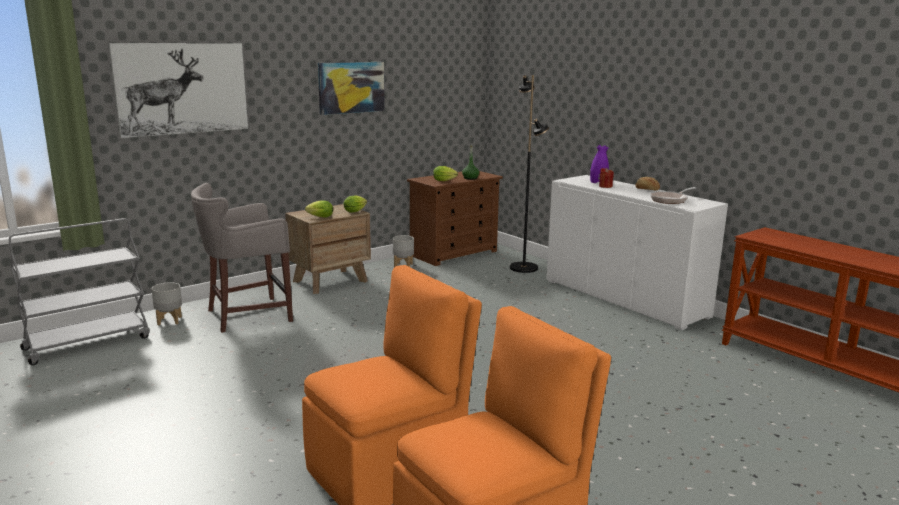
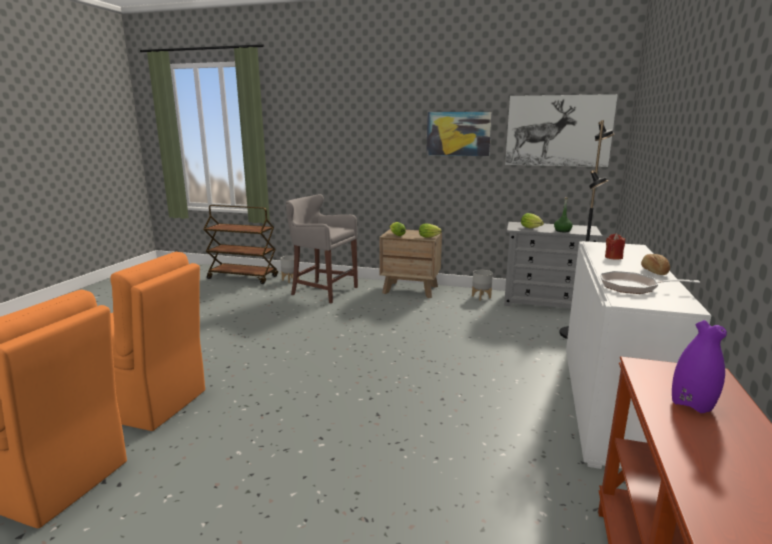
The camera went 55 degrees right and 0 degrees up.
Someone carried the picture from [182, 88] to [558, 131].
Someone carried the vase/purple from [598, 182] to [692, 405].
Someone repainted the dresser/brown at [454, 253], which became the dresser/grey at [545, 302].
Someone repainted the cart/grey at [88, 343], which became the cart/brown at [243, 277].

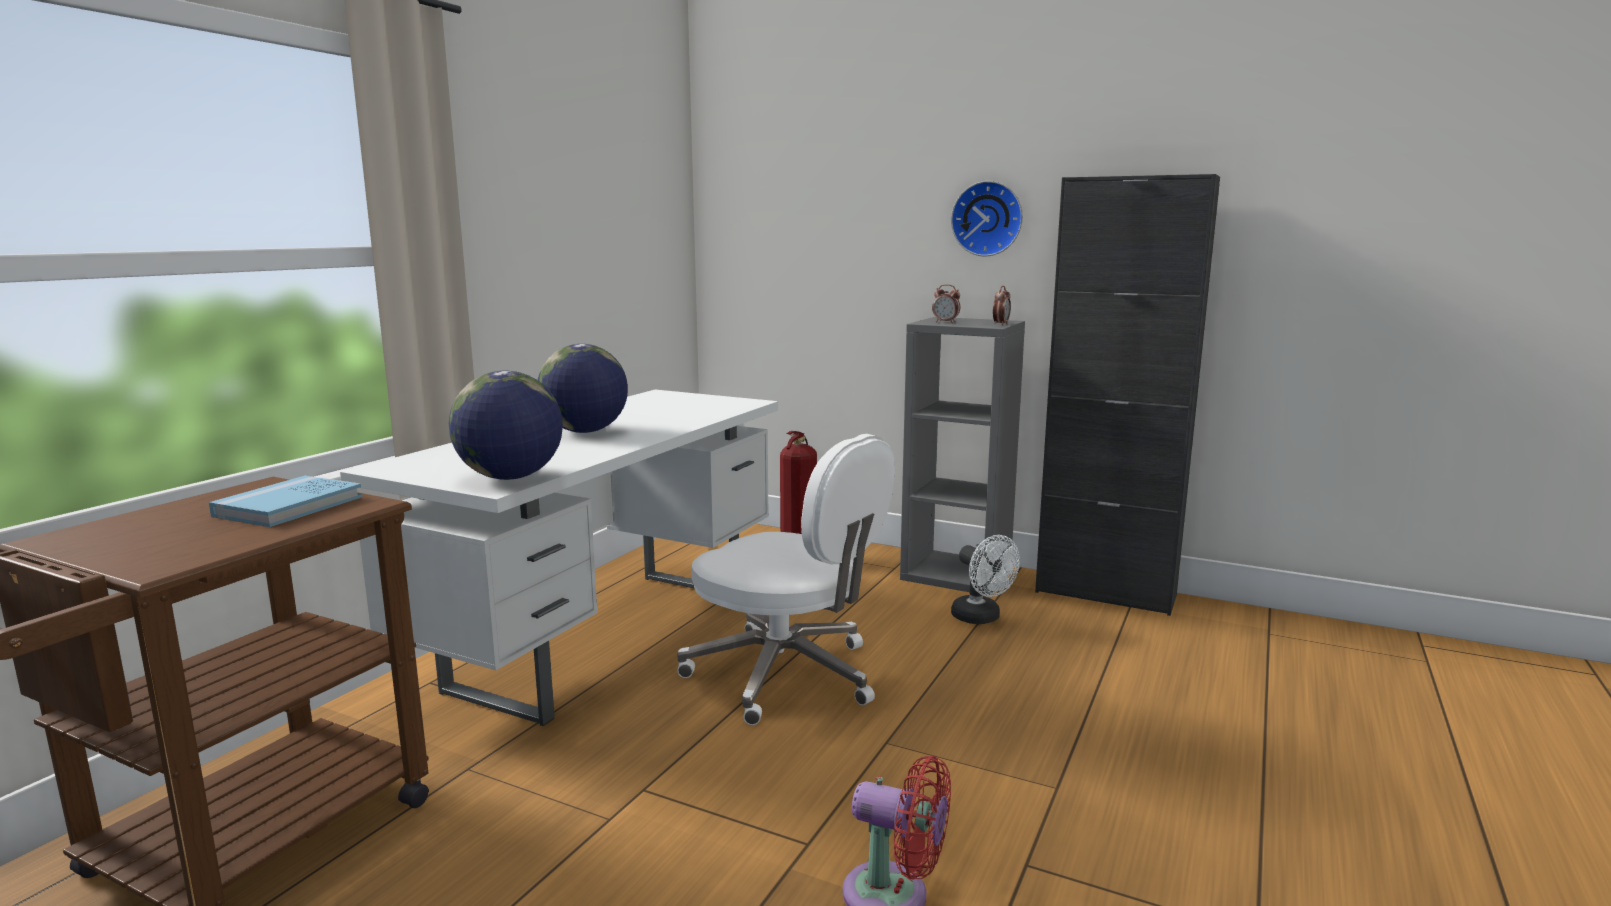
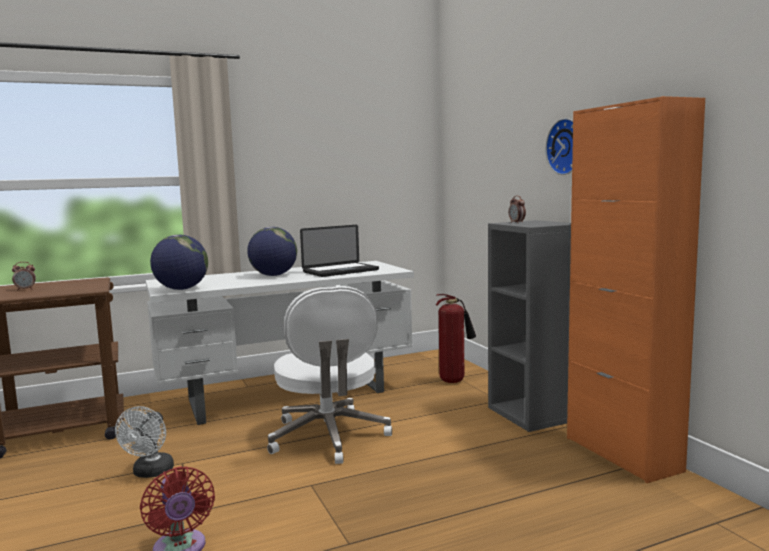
The camera went 40 degrees right and 5 degrees down.
Someone repainted the cabinet/black at [1105, 593], which became the cabinet/orange at [622, 454].
Someone carried the alarm clock from [1000, 324] to [25, 289].
Someone took away the book/blue at [289, 506].
Someone carried the fan/white from [981, 618] to [150, 473].
Someone put down the laptop at [340, 271].

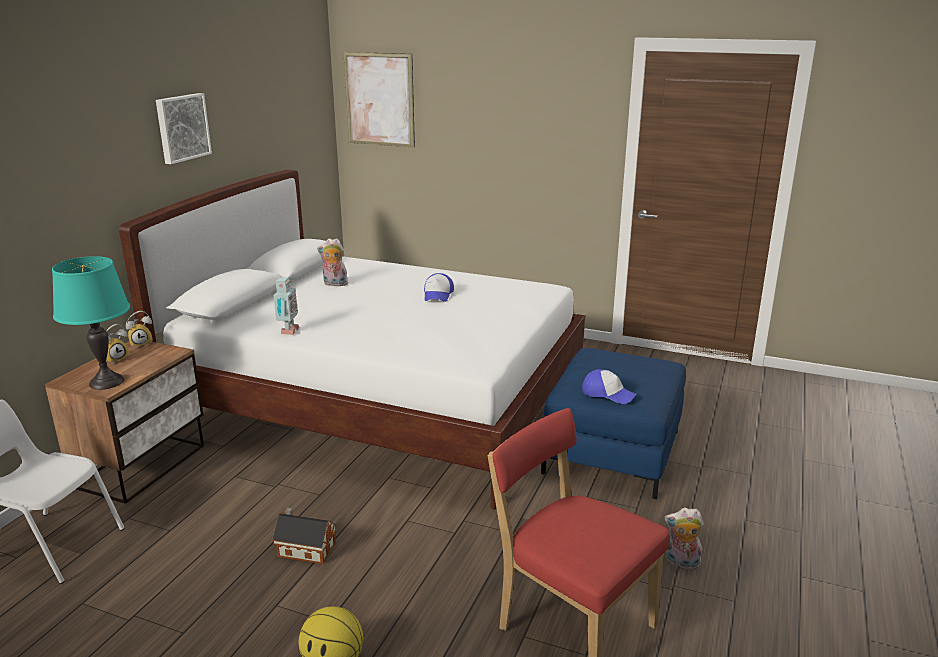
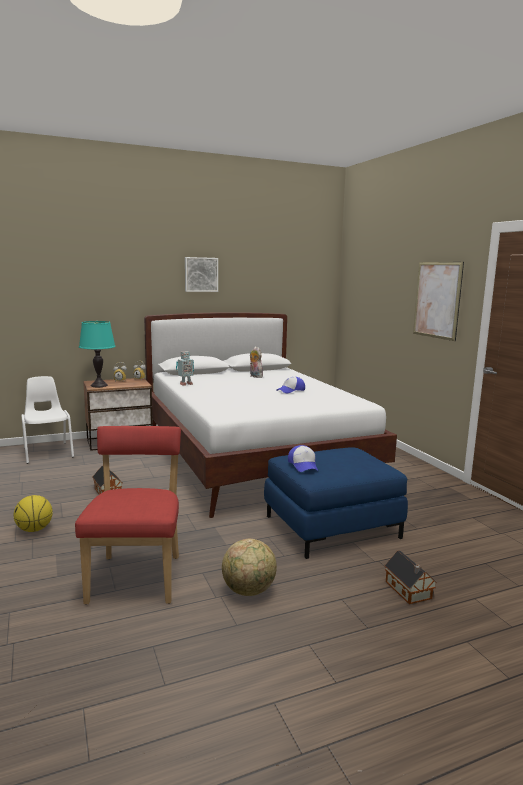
The camera went 45 degrees right and 10 degrees down.
Someone carried the picture from [379, 99] to [437, 300].
Someone swapped the plush toy at [681, 563] for the globe at [249, 591].
Someone put down the toy house at [409, 591].

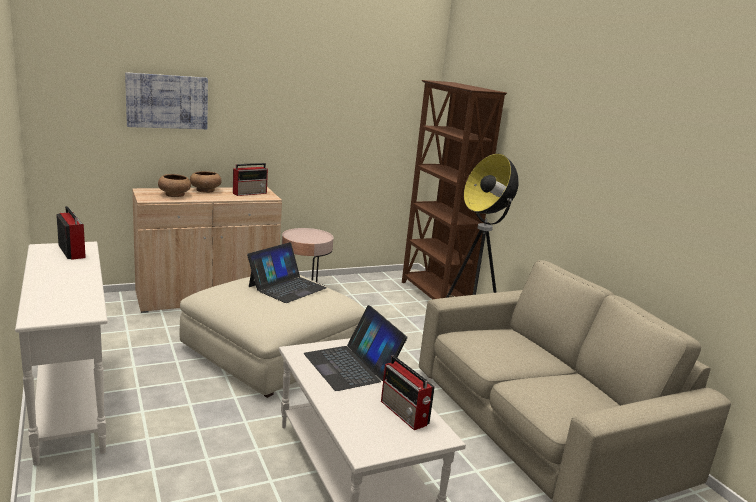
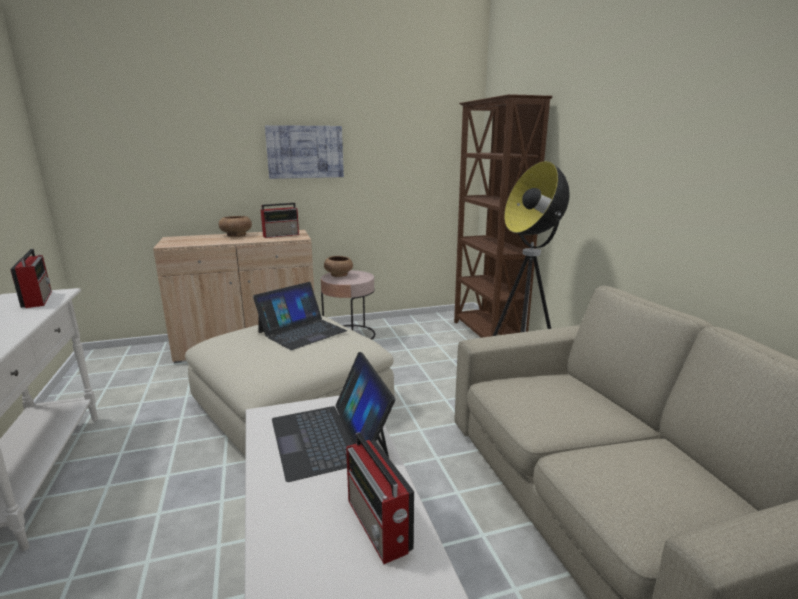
The camera went 10 degrees right and 0 degrees up.
Someone carried the picture from [167, 101] to [305, 152].
Someone carried the bowl/brown from [175, 194] to [339, 274].

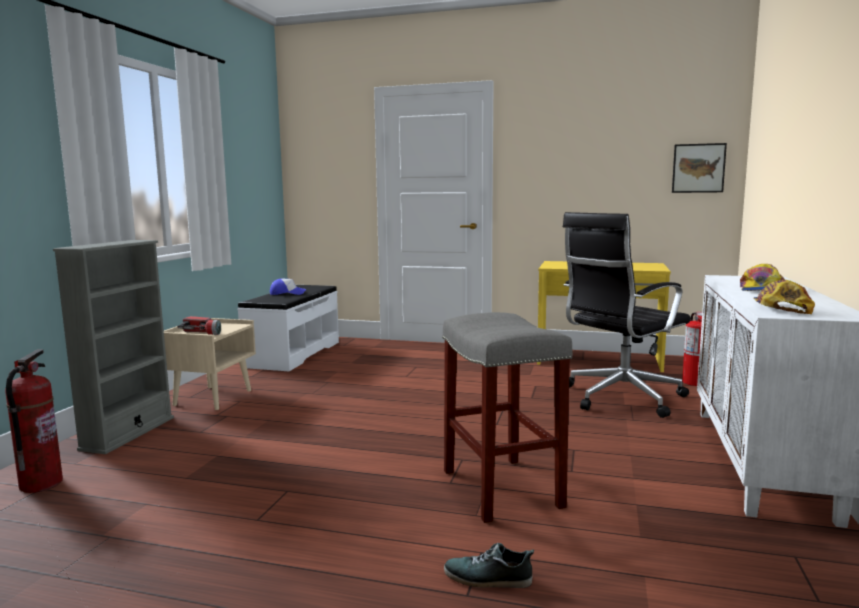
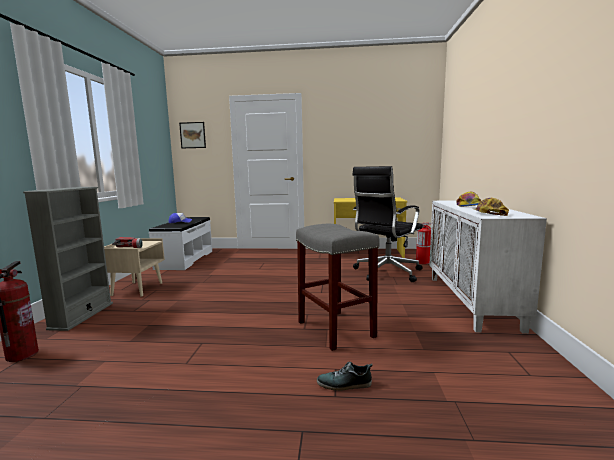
The camera went 10 degrees left and 0 degrees up.
Someone carried the picture from [698, 168] to [192, 135].

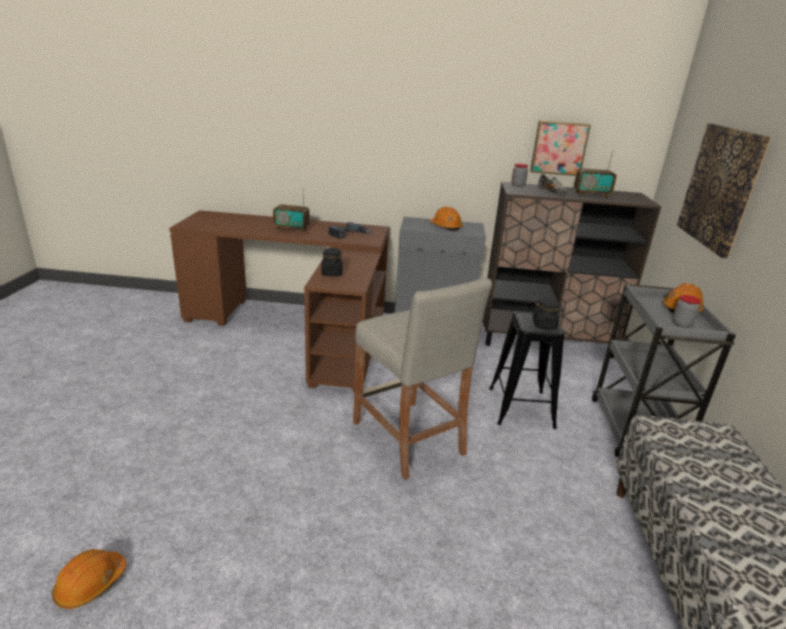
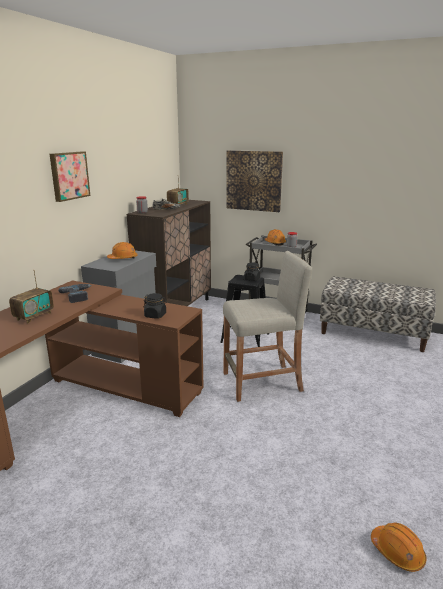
The camera went 70 degrees left and 5 degrees down.
Someone carried the picture from [559, 148] to [68, 175].

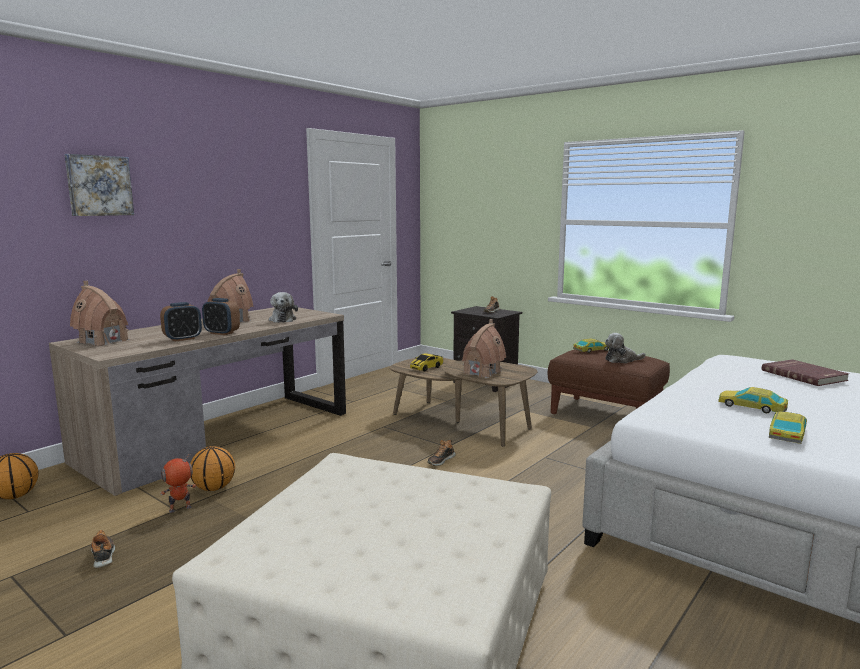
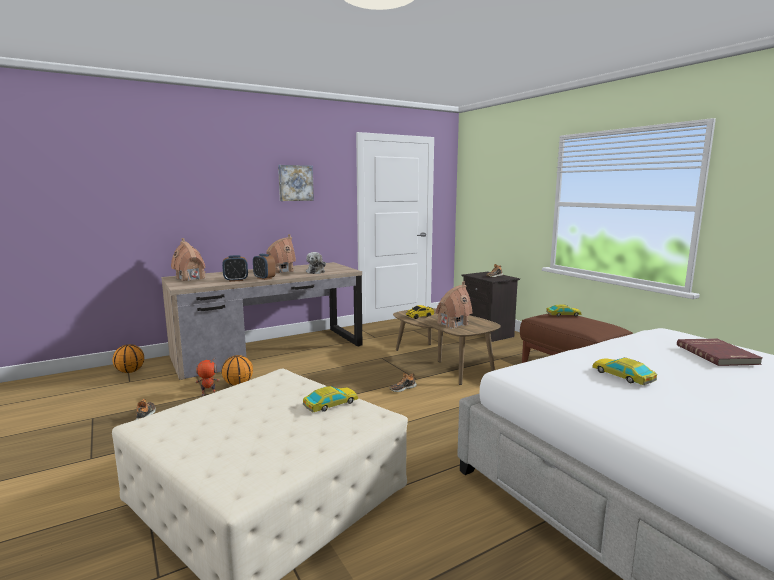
The camera went 20 degrees right and 0 degrees up.
Someone carried the picture from [99, 185] to [295, 183].
Someone took away the plush toy at [621, 360].
Someone carried the toy car from [787, 433] to [330, 404].

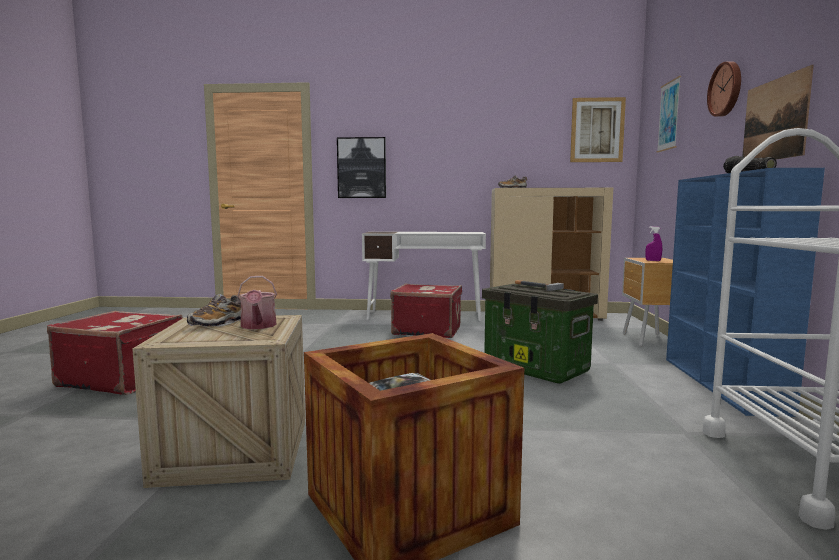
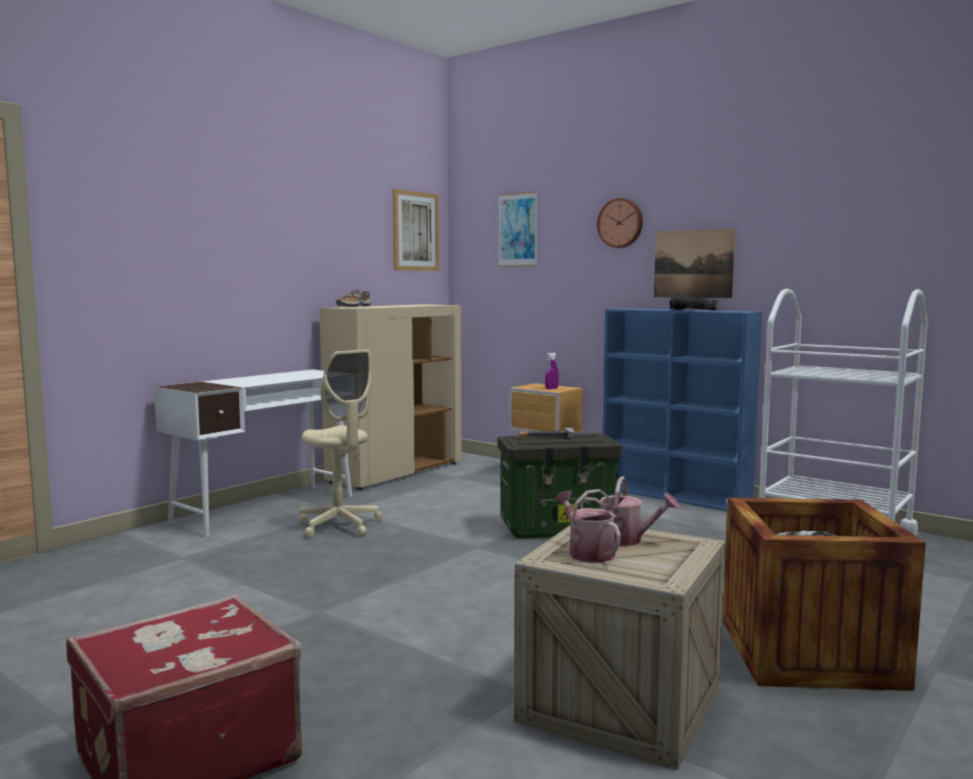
The camera went 55 degrees left and 0 degrees up.
Someone took away the picture at [362, 168].
Someone swapped the suitcase/red at [427, 330] for the office chair/beige at [339, 526].
Someone swapped the shoe at [218, 324] for the watering can at [587, 552].

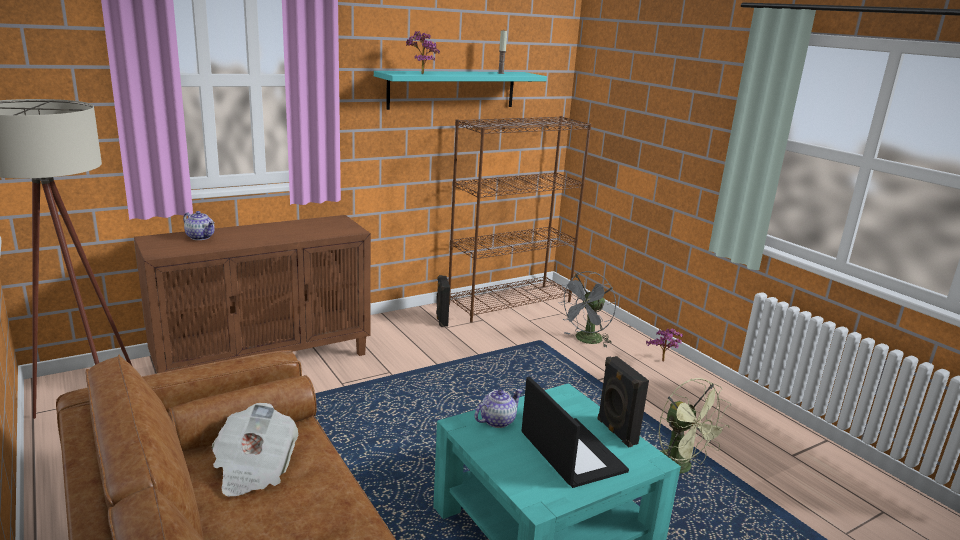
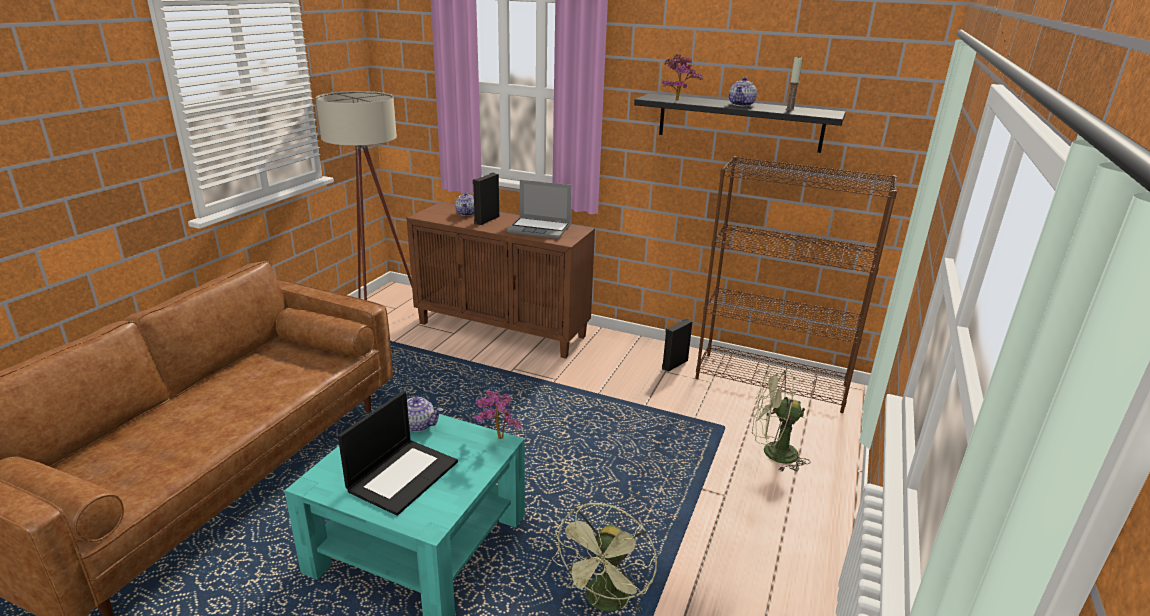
The camera went 55 degrees right and 5 degrees up.
Someone repainted the shelf/turquoise at [452, 89], which became the shelf/black at [739, 122].
Someone repainted the fan/grey at [586, 340], which became the fan/green at [772, 453].
Someone carried the potted plant from [663, 362] to [496, 439].
Someone carried the speaker/black from [615, 432] to [486, 220].
Someone took away the newspaper at [254, 469].
Someone put down the teapot at [741, 105].
Someone put down the laptop at [540, 229].

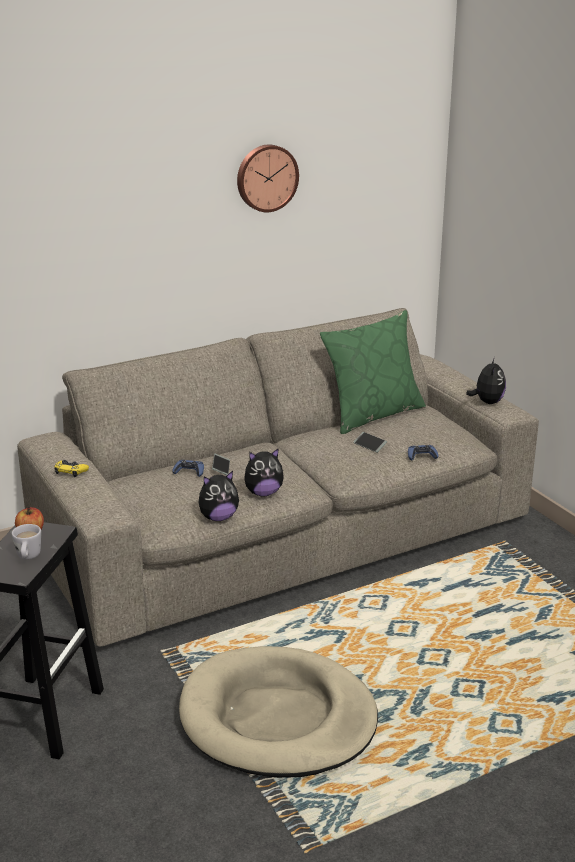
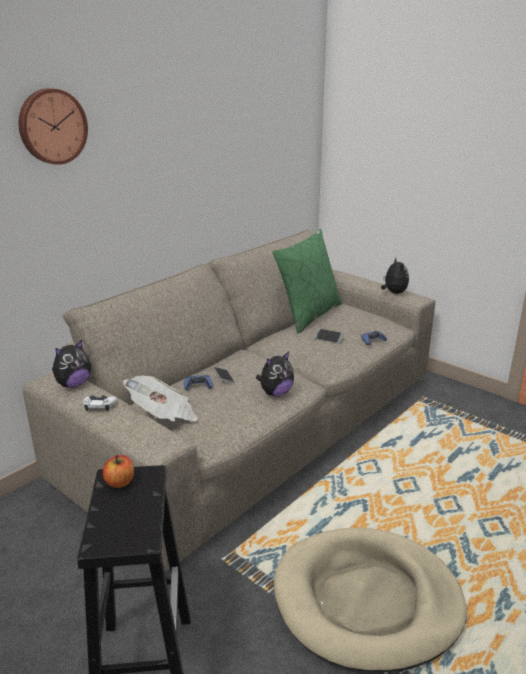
The camera went 20 degrees left and 0 degrees up.
Someone carried the wall clock from [266, 177] to [52, 126].
Someone repainted the game controller/yellow at [71, 471], which became the game controller/white at [99, 405].
Someone carried the plush toy from [218, 517] to [73, 384].
Someone took away the mug/white at [28, 558].
Someone put down the newspaper at [163, 415].

